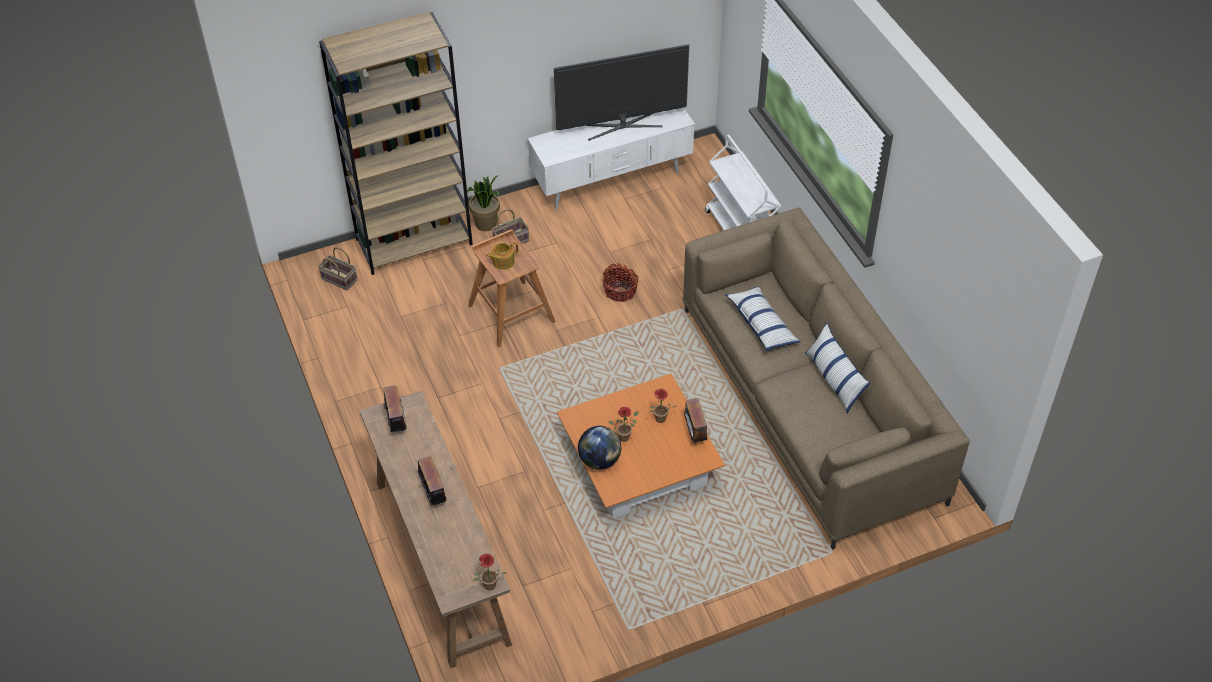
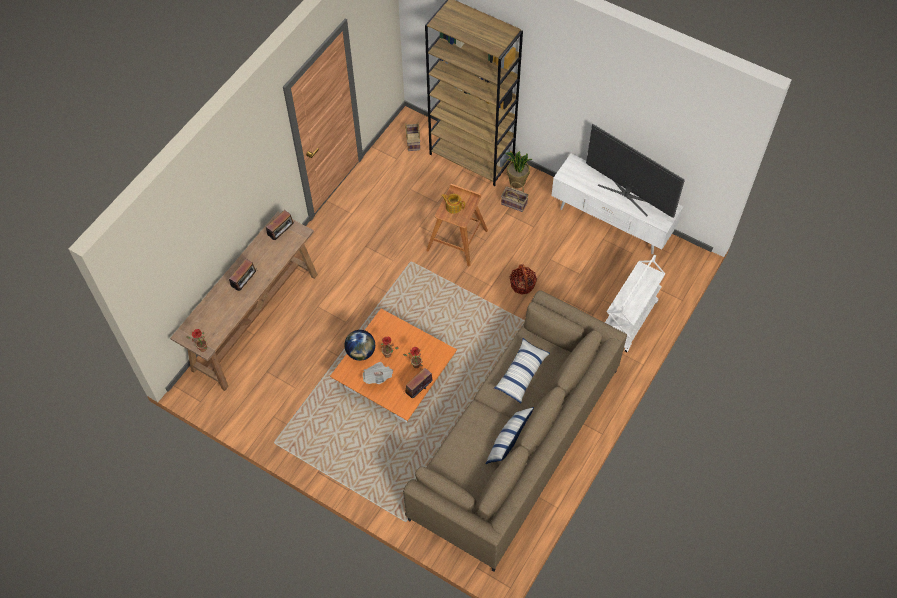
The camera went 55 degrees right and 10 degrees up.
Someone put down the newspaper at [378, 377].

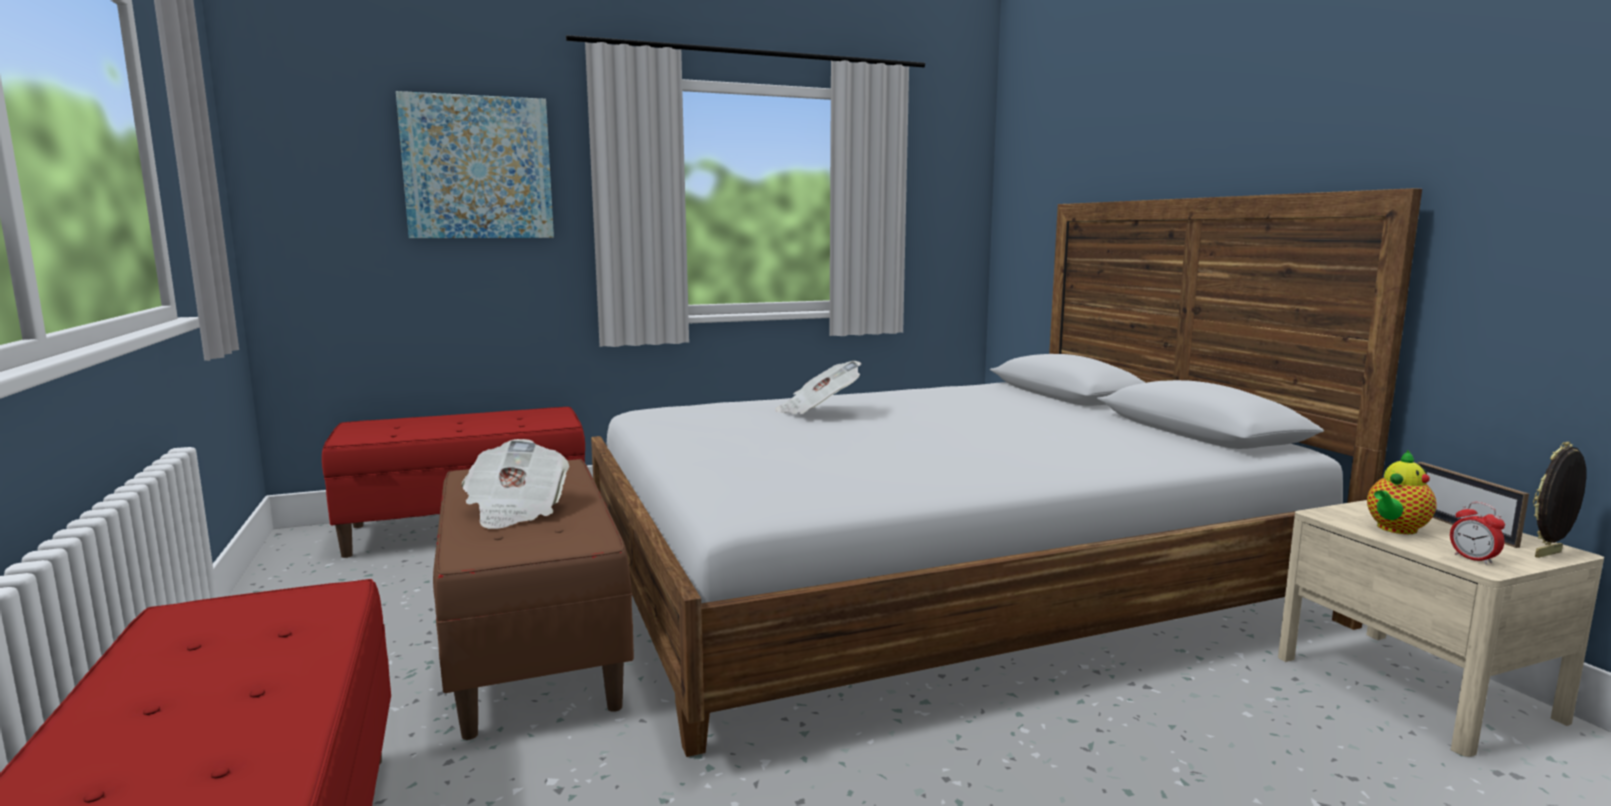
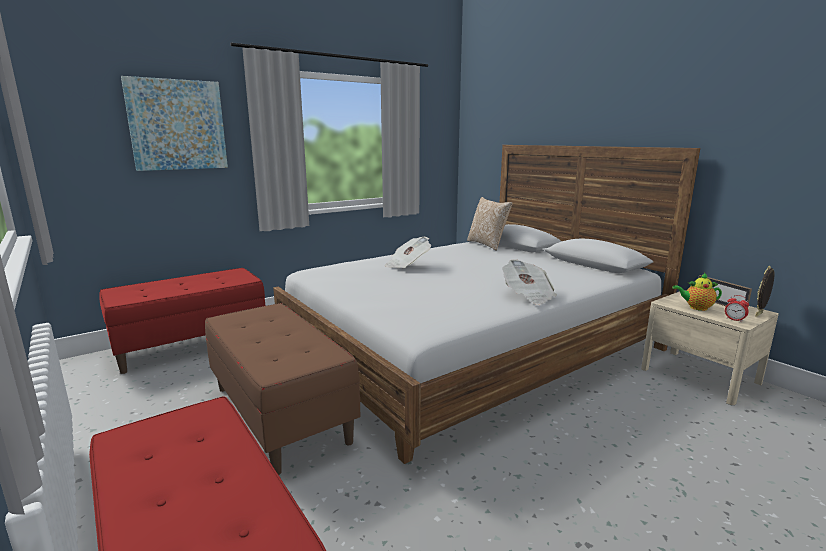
The camera went 15 degrees left and 5 degrees up.
Someone carried the newspaper from [516, 511] to [528, 296].
Someone rotated the teapot at [1395, 529] by 60 degrees clockwise.
Someone put down the pillow at [488, 245].

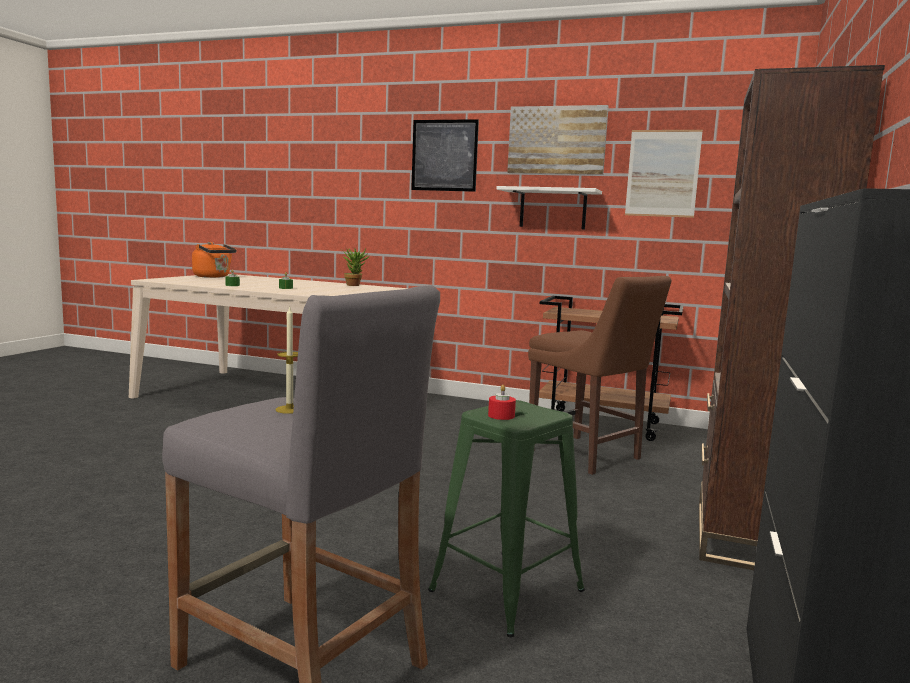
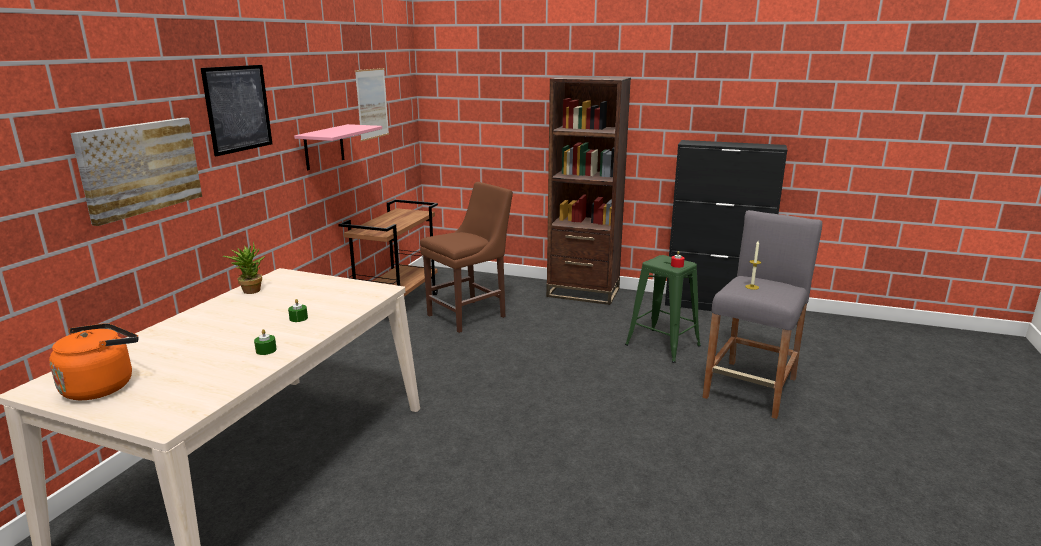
The camera went 90 degrees left and 10 degrees up.
Someone carried the picture from [557, 140] to [140, 168].
Someone repainted the shelf/white at [553, 209], which became the shelf/pink at [324, 147].

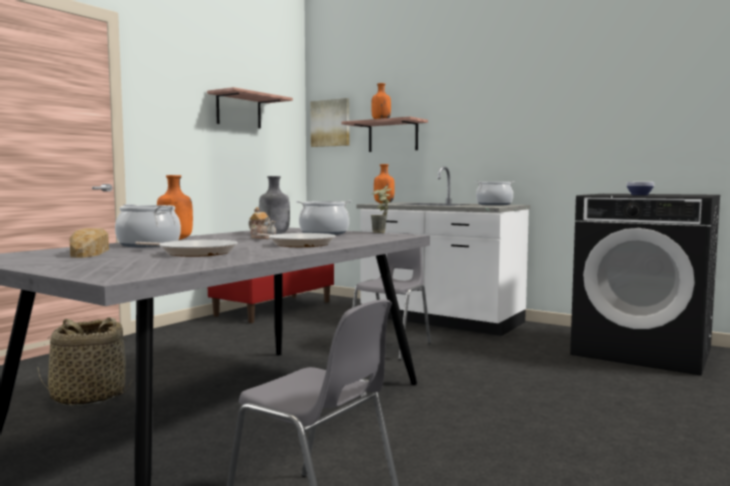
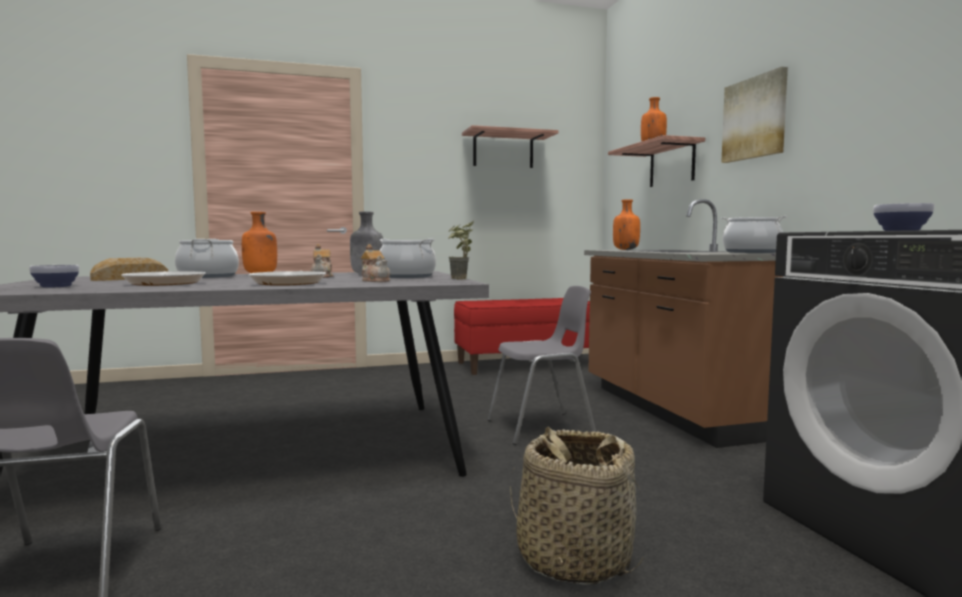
The camera went 40 degrees right and 0 degrees up.
Someone carried the picture from [330, 123] to [755, 118].
Someone repainted the counter/white at [440, 320], which became the counter/brown at [677, 410].
Someone carried the basket from [88, 397] to [573, 558].
Someone put down the teapot at [376, 281].
Someone put down the bowl at [57, 286].

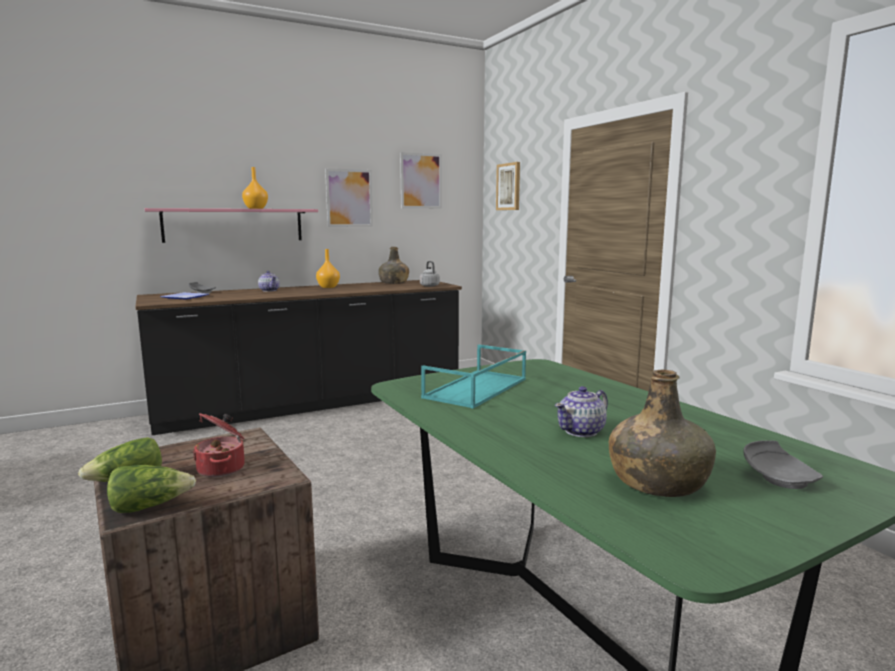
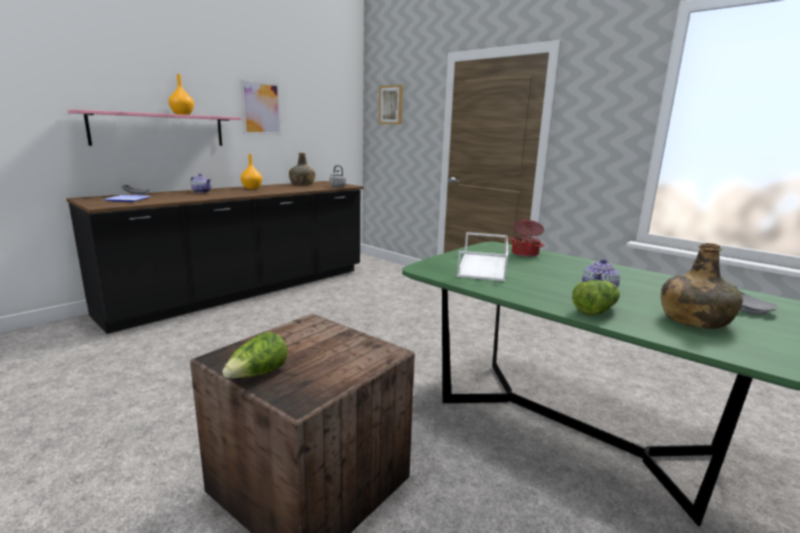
The camera went 20 degrees left and 5 degrees up.
Someone took away the picture at [421, 181].
Someone repainted the tray/turquoise at [476, 389], which became the tray/white at [484, 266].
Someone carried the cooking pot from [222, 468] to [525, 253].
Someone carried the lettuce from [150, 506] to [595, 310].

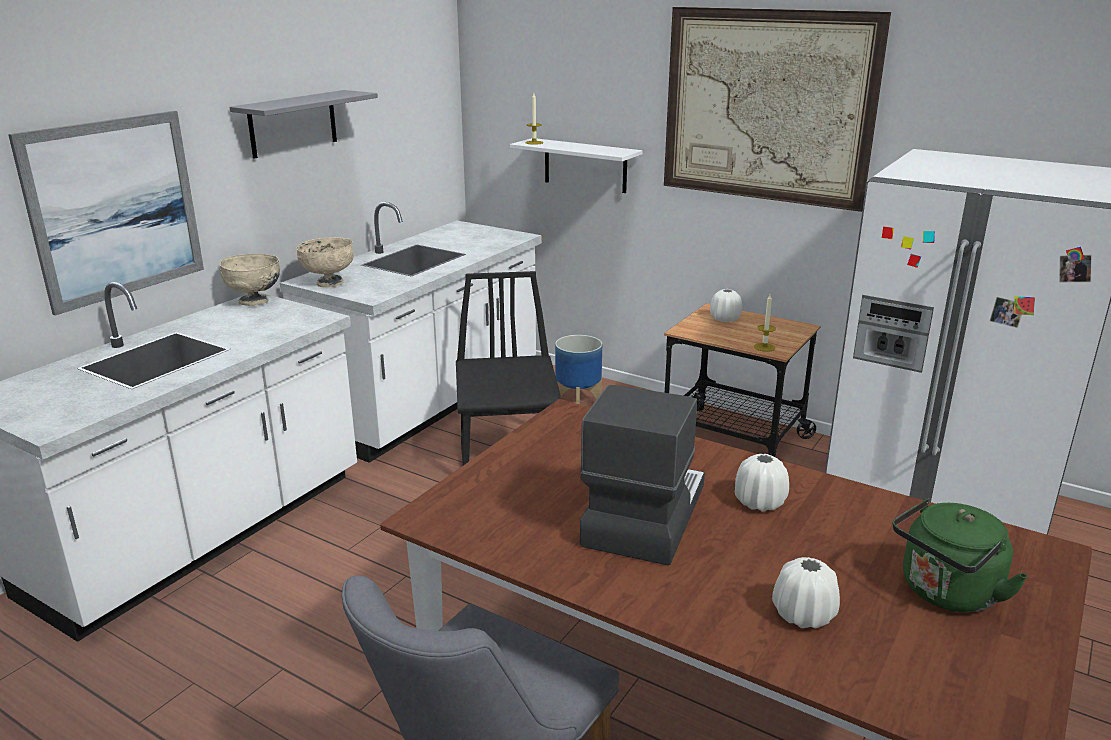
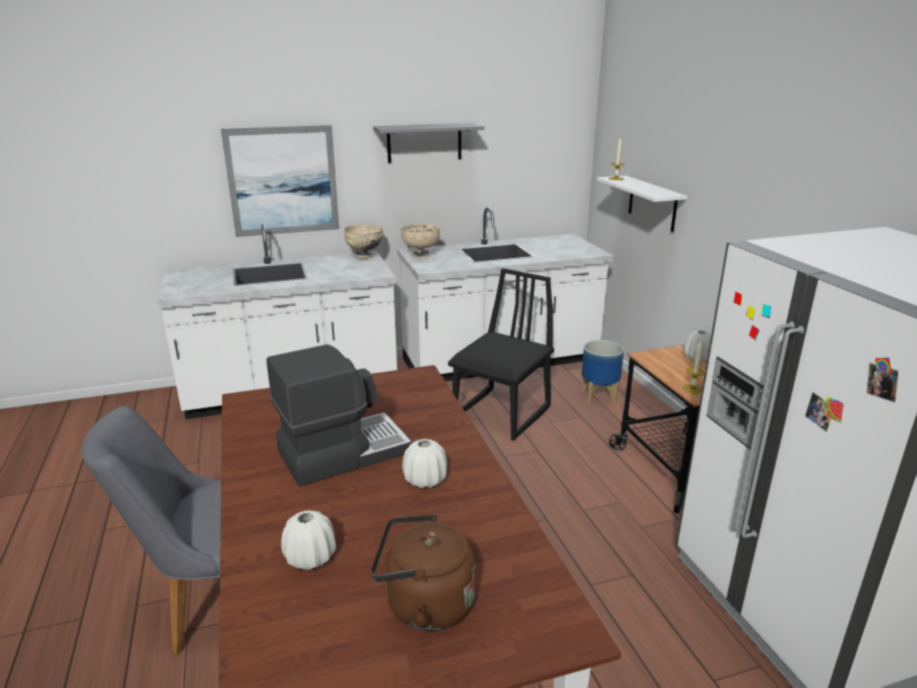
The camera went 40 degrees right and 0 degrees up.
Someone took away the picture at [767, 107].
Someone repainted the kettle/green at [946, 593], which became the kettle/brown at [424, 605].

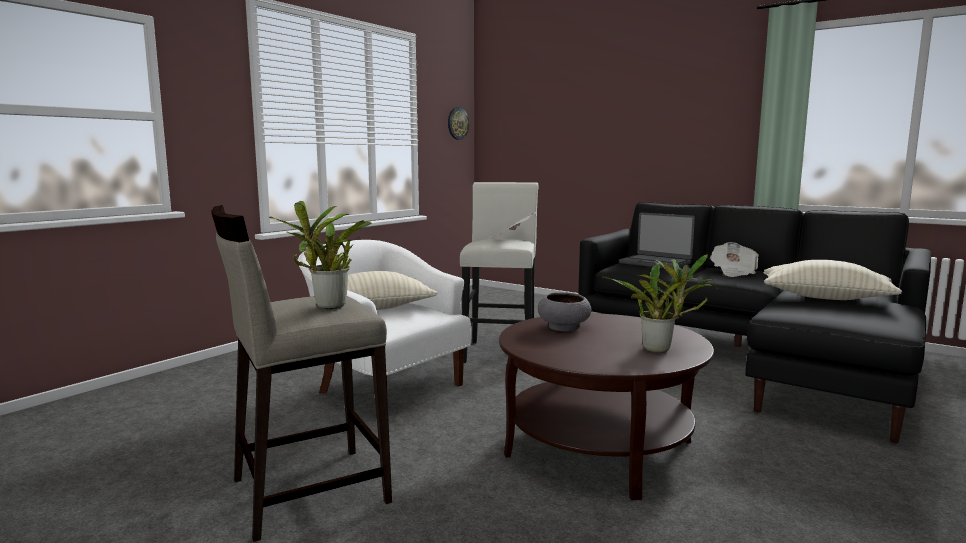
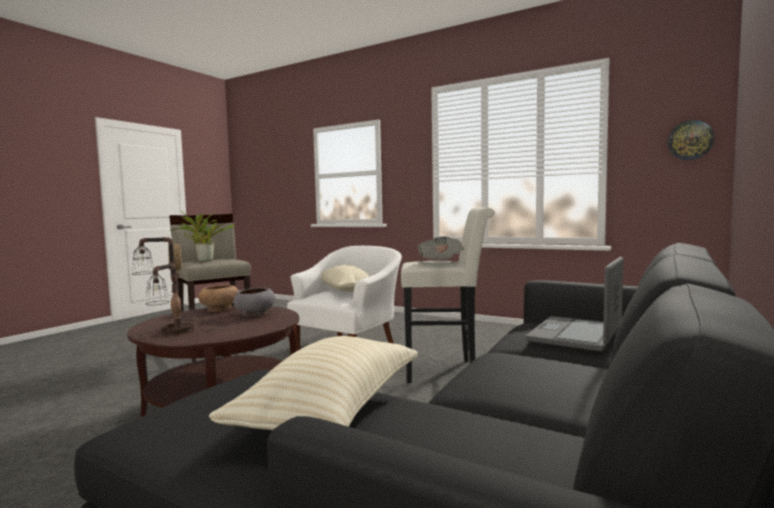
The camera went 85 degrees right and 5 degrees down.
Someone took away the newspaper at [733, 272].
Someone swapped the potted plant at [661, 350] for the table lamp at [176, 331].
Someone put down the bowl/brown at [219, 309].

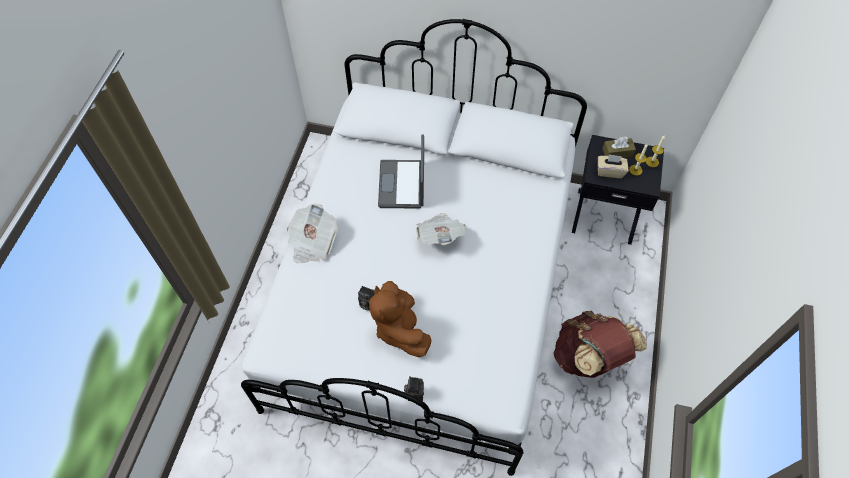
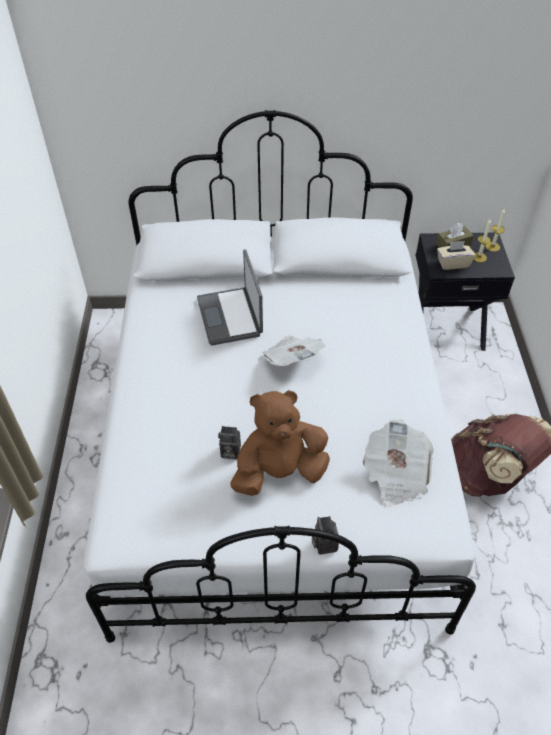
The camera went 15 degrees left and 10 degrees down.
Someone carried the newspaper from [312, 242] to [395, 474].
Someone rotated the plush toy/brown at [399, 328] by 105 degrees clockwise.

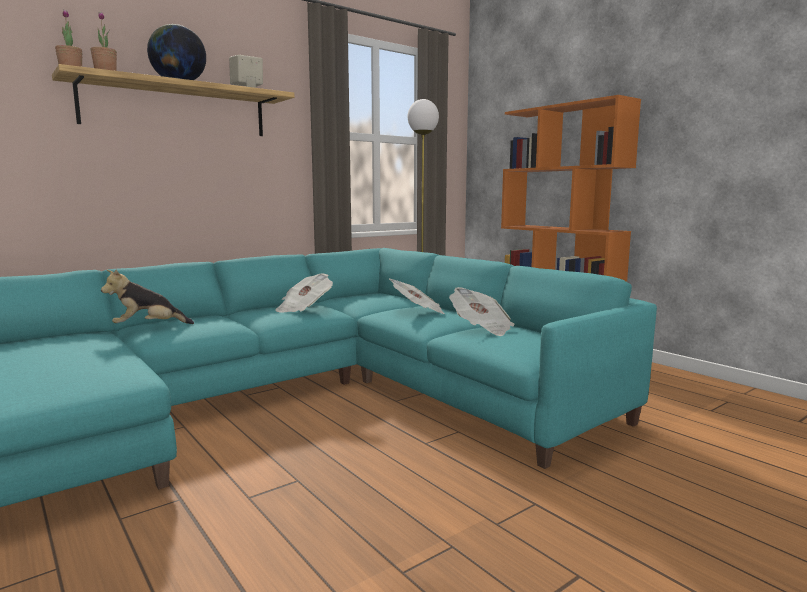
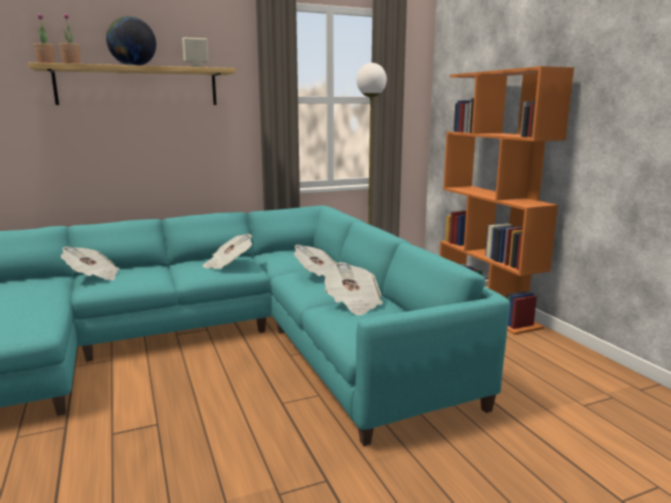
The camera went 15 degrees right and 5 degrees up.
Someone swapped the plush toy at [148, 327] for the newspaper at [93, 276].

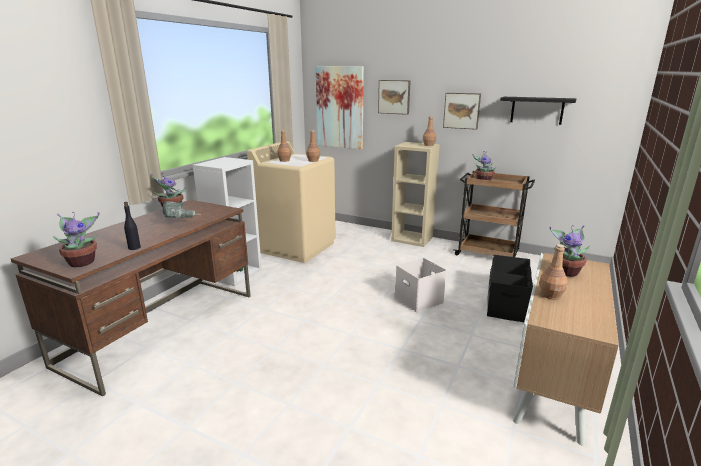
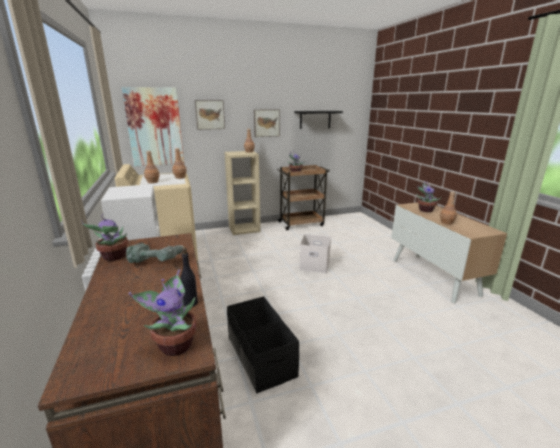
The camera went 45 degrees left and 0 degrees up.
Someone carried the storage box/black from [506, 302] to [260, 357].

